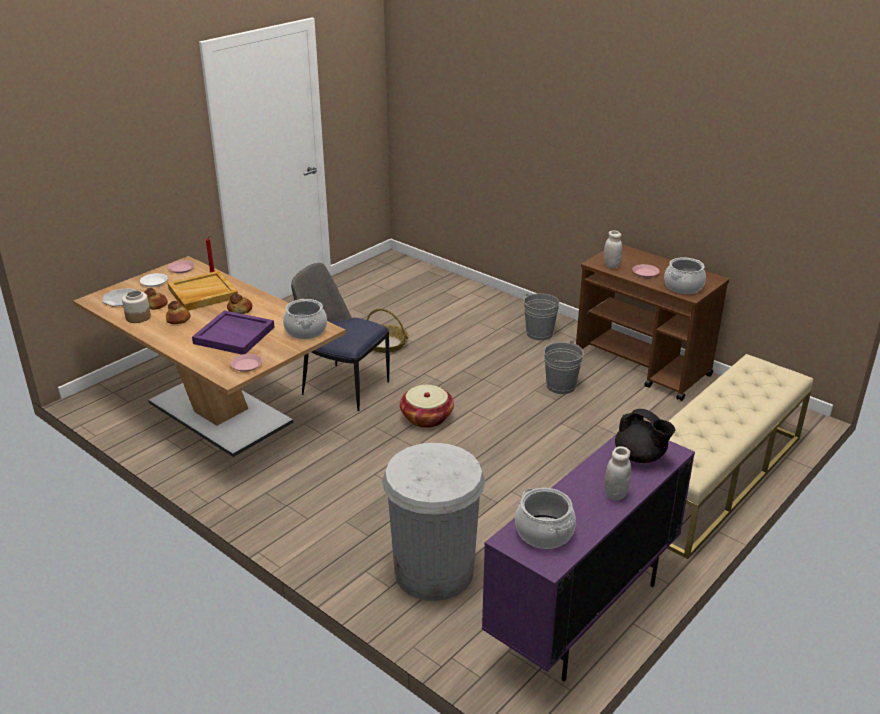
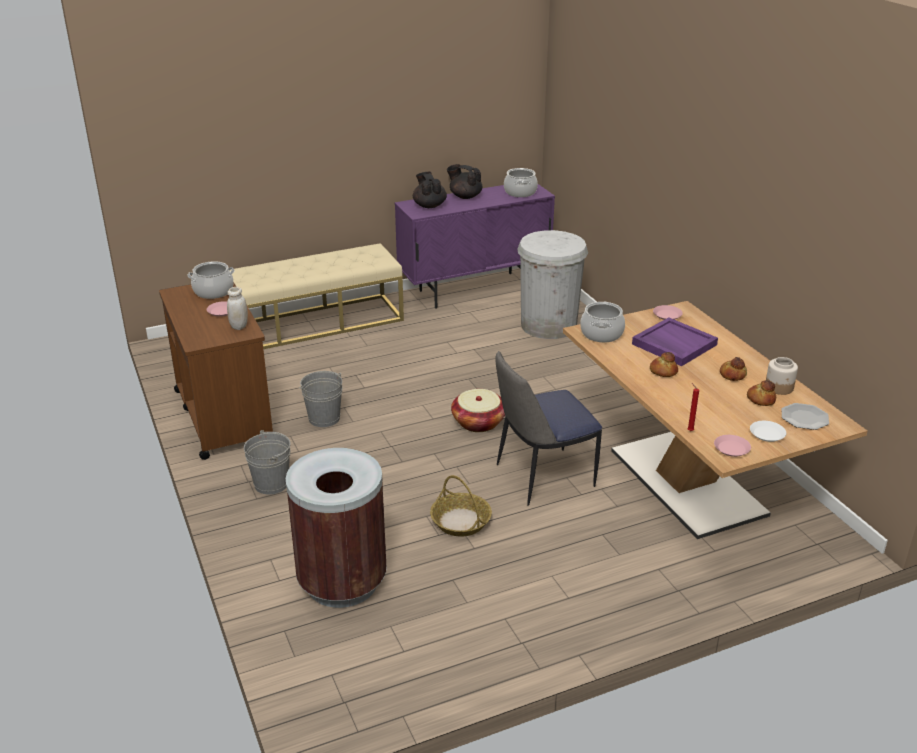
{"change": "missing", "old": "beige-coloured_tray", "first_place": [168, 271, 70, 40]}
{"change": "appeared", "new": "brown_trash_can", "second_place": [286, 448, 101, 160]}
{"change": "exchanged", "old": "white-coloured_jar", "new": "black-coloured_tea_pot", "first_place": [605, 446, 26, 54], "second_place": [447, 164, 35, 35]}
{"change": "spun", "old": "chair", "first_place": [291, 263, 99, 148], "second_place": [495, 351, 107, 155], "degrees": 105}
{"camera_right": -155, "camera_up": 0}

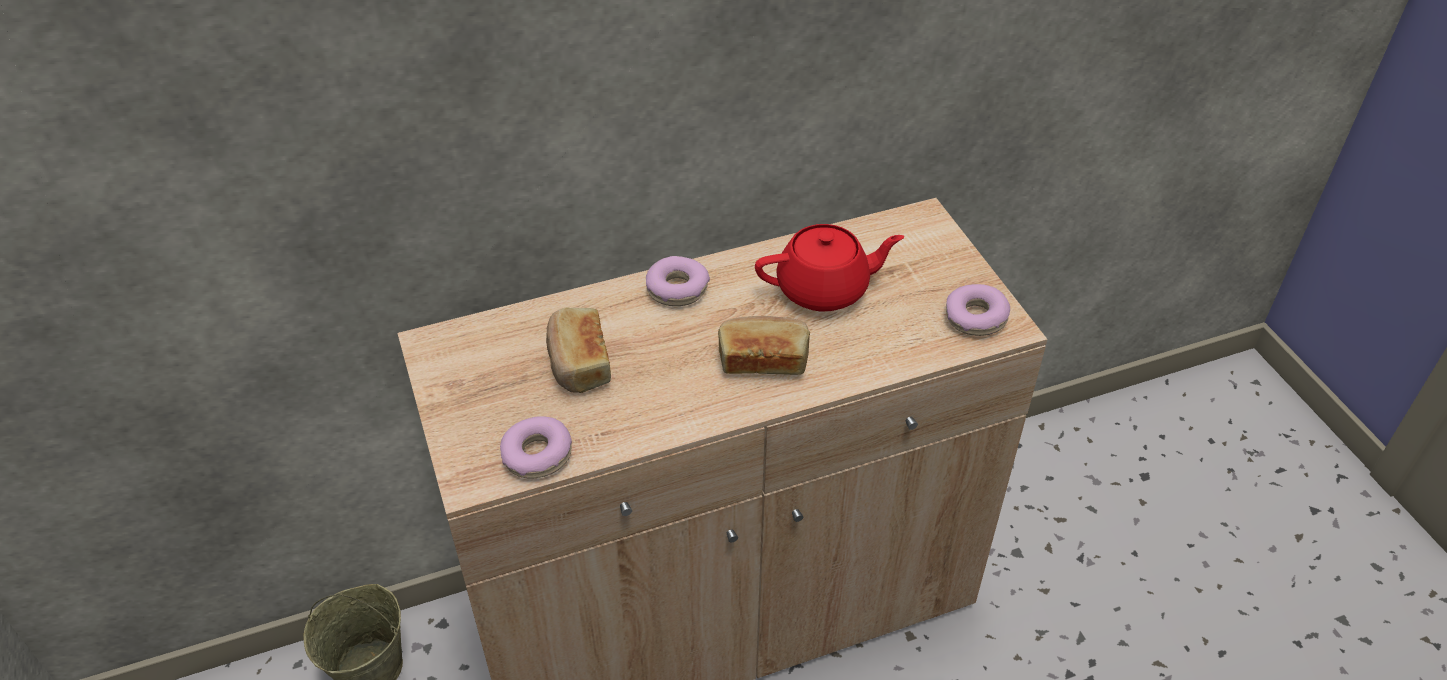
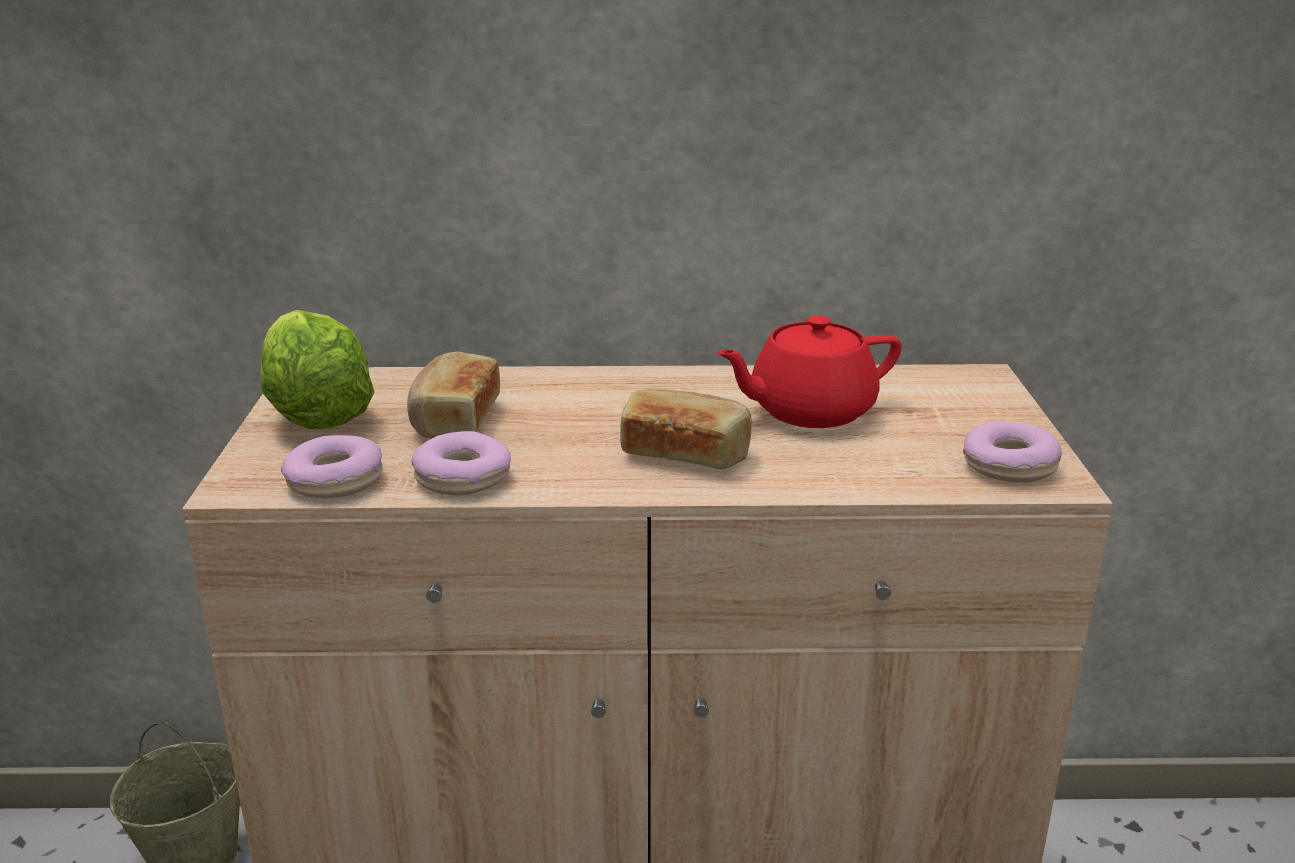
{"change": "appeared", "new": "lettuce", "second_place": [260, 310, 114, 119]}
{"change": "relocated", "old": "donut", "first_place": [646, 256, 64, 50], "second_place": [411, 431, 100, 64]}
{"change": "spun", "old": "reddish_tea_pot", "first_place": [755, 224, 149, 88], "second_place": [716, 315, 186, 113], "degrees": 150}
{"camera_right": 20, "camera_up": -20}

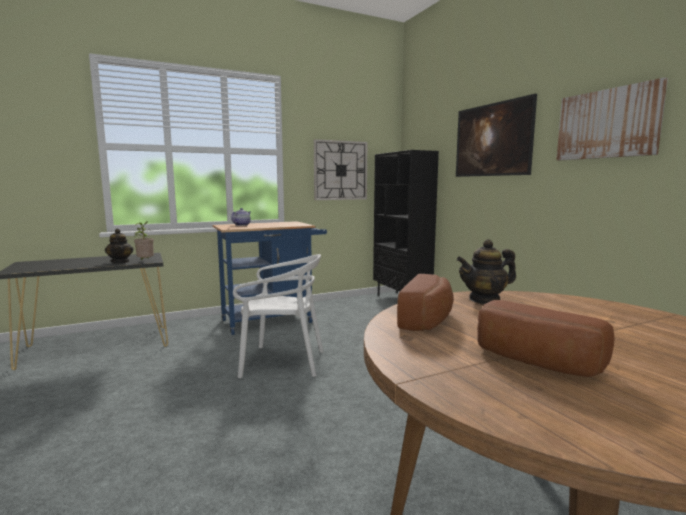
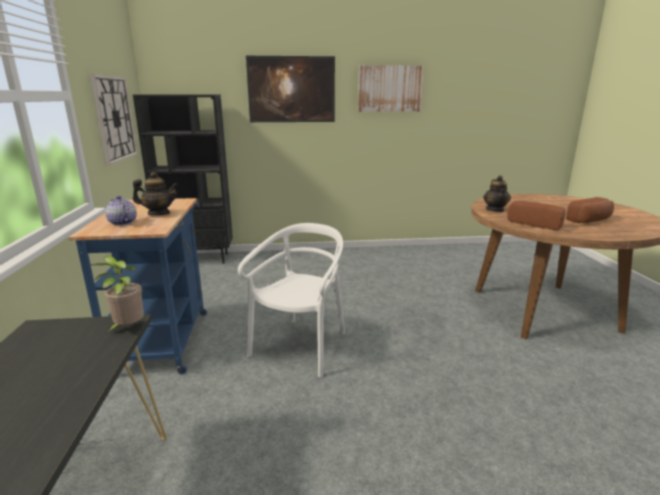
{"change": "relocated", "old": "tea_pot", "first_place": [105, 229, 28, 34], "second_place": [133, 172, 45, 44]}
{"camera_right": -70, "camera_up": 10}

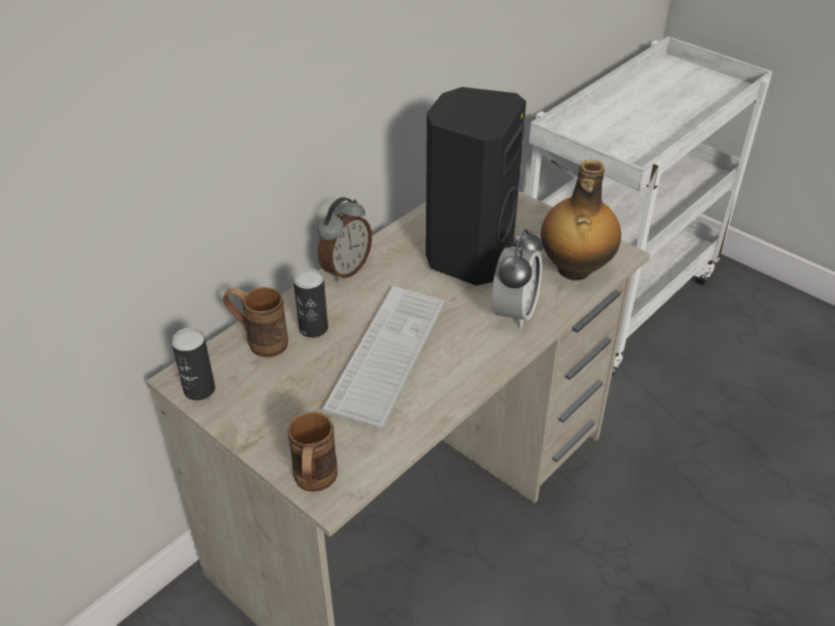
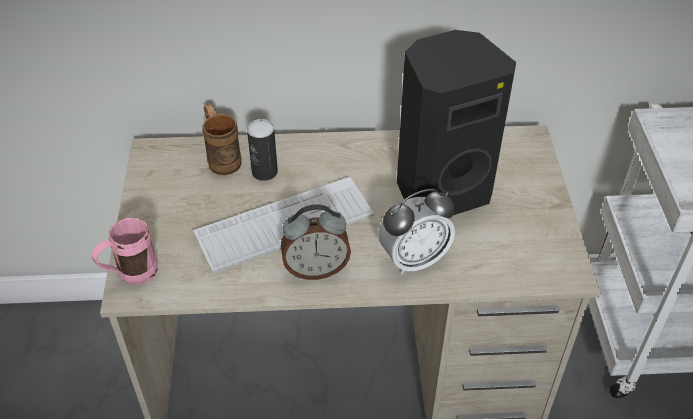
{"change": "missing", "old": "sealed_can", "first_place": [171, 328, 44, 73]}
{"change": "missing", "old": "drink_bottle", "first_place": [541, 160, 80, 121]}
{"change": "relocated", "old": "bedside_clock", "first_place": [317, 197, 55, 85], "second_place": [281, 204, 70, 76]}
{"change": "colour", "old": "brown_mug", "new": "pink-coloured_mug", "first_place": [288, 411, 50, 81], "second_place": [92, 218, 66, 67]}
{"camera_right": 45, "camera_up": 5}

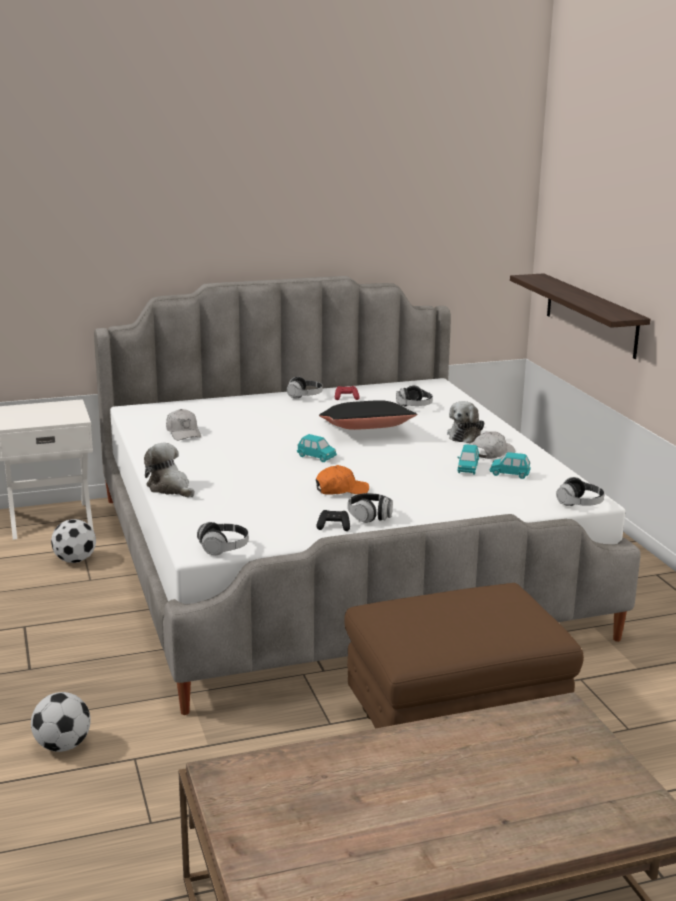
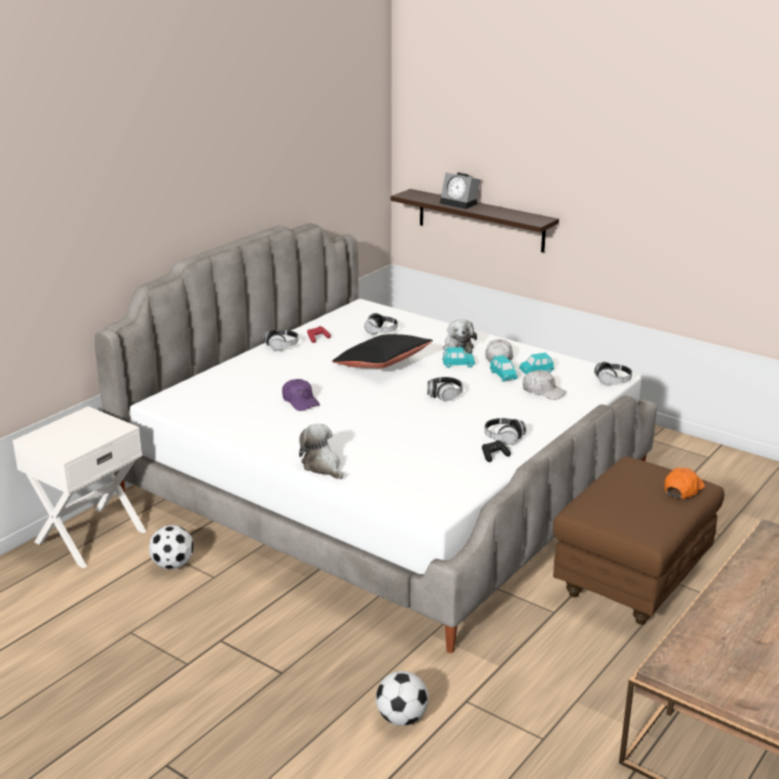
{"change": "appeared", "new": "purplish_peaked_cap", "second_place": [282, 379, 38, 32]}
{"change": "appeared", "new": "bedside_clock", "second_place": [440, 173, 40, 36]}
{"change": "relocated", "old": "white-coloured_peaked_cap", "first_place": [166, 409, 35, 31], "second_place": [523, 370, 43, 30]}
{"change": "relocated", "old": "headphones", "first_place": [197, 522, 52, 33], "second_place": [427, 377, 36, 24]}
{"change": "relocated", "old": "turquoise_toy_car", "first_place": [297, 434, 40, 28], "second_place": [442, 347, 33, 21]}
{"change": "relocated", "old": "orangey_peaked_cap", "first_place": [316, 465, 53, 30], "second_place": [664, 468, 41, 31]}
{"change": "spun", "old": "plush_toy", "first_place": [144, 442, 51, 55], "second_place": [299, 424, 44, 55], "degrees": 45}
{"camera_right": -35, "camera_up": 5}

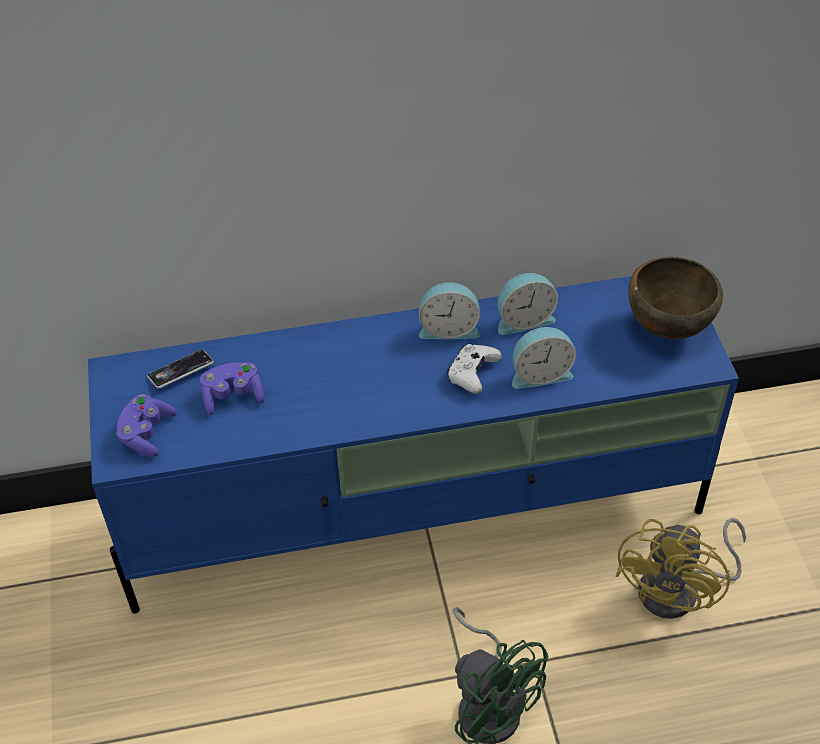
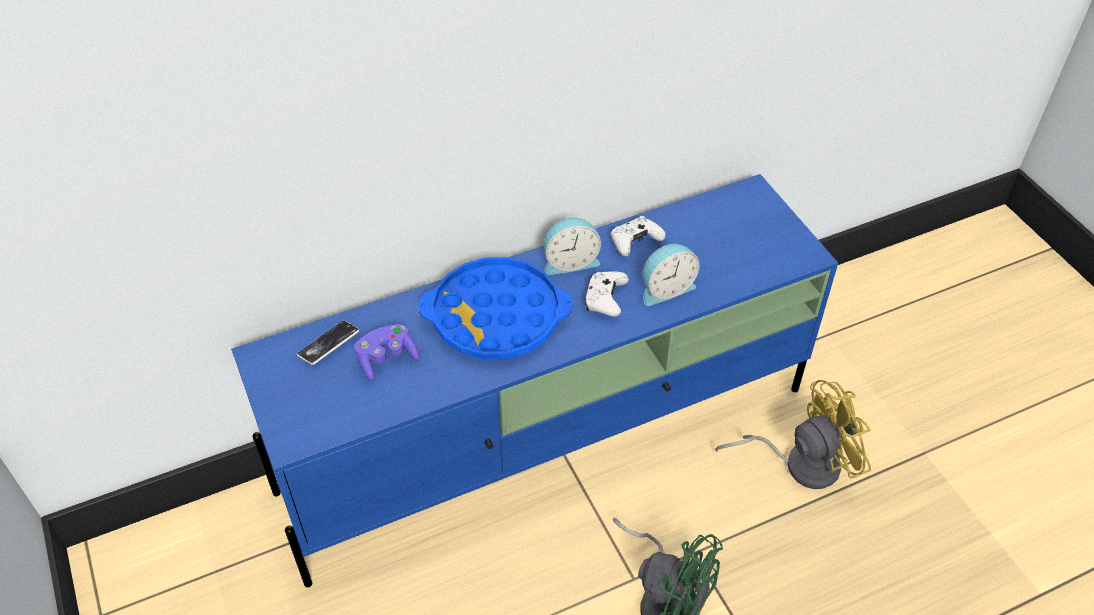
{"change": "missing", "old": "purplish_joypad", "first_place": [116, 394, 60, 63]}
{"change": "missing", "old": "brown_serving_bowl", "first_place": [628, 257, 95, 82]}
{"change": "appeared", "new": "blue-coloured_tray", "second_place": [419, 257, 154, 102]}
{"change": "exchanged", "old": "bedside_clock", "new": "white-coloured_joypad", "first_place": [498, 273, 60, 62], "second_place": [611, 216, 55, 40]}
{"change": "spun", "old": "yellowish_electric_fan", "first_place": [616, 518, 130, 101], "second_place": [715, 380, 156, 109], "degrees": -120}
{"camera_right": -15, "camera_up": 0}

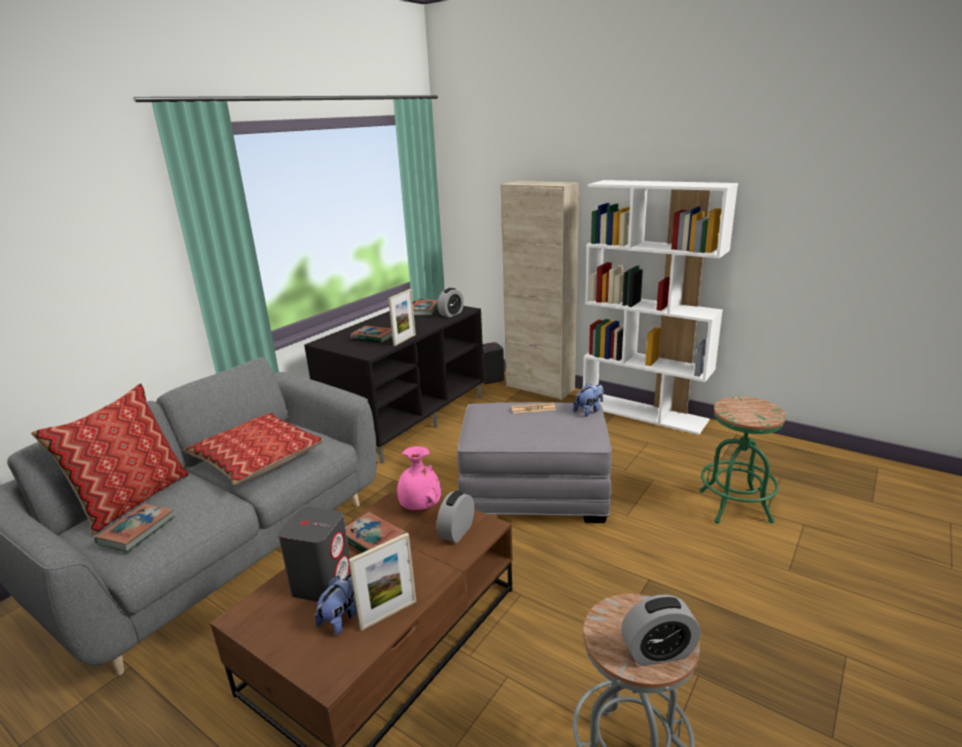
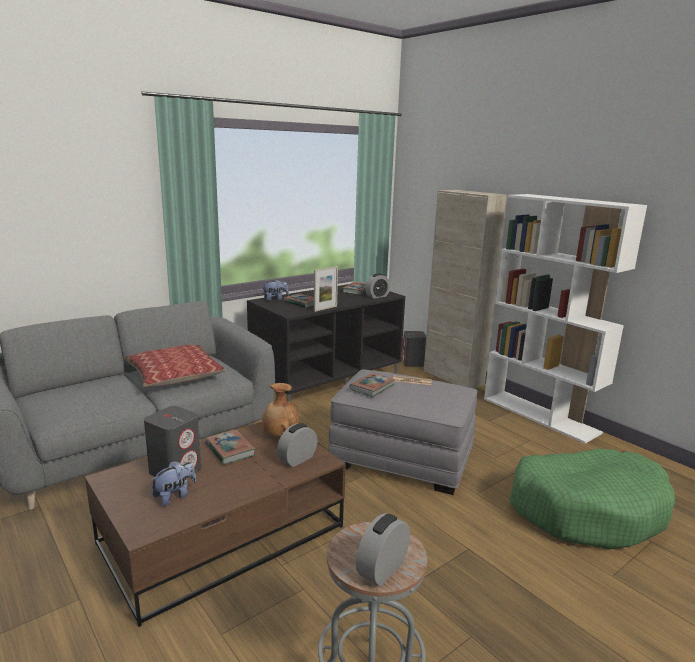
{"change": "missing", "old": "pillow", "first_place": [31, 383, 158, 152]}
{"change": "missing", "old": "picture_frame", "first_place": [349, 533, 67, 98]}
{"change": "relocated", "old": "volume", "first_place": [95, 504, 80, 48], "second_place": [349, 373, 46, 24]}
{"change": "relocated", "old": "plush_toy", "first_place": [573, 383, 31, 34], "second_place": [262, 279, 27, 22]}
{"change": "exchanged", "old": "green-coloured_stool", "new": "green-coloured_dog_bed", "first_place": [699, 397, 87, 127], "second_place": [509, 449, 166, 100]}
{"change": "colour", "old": "pink-coloured_flower_vase", "new": "brown_flower_vase", "first_place": [397, 446, 44, 64], "second_place": [262, 383, 37, 54]}
{"change": "spun", "old": "bedside_clock", "first_place": [621, 595, 80, 71], "second_place": [356, 513, 54, 73], "degrees": 120}
{"camera_right": 15, "camera_up": -5}

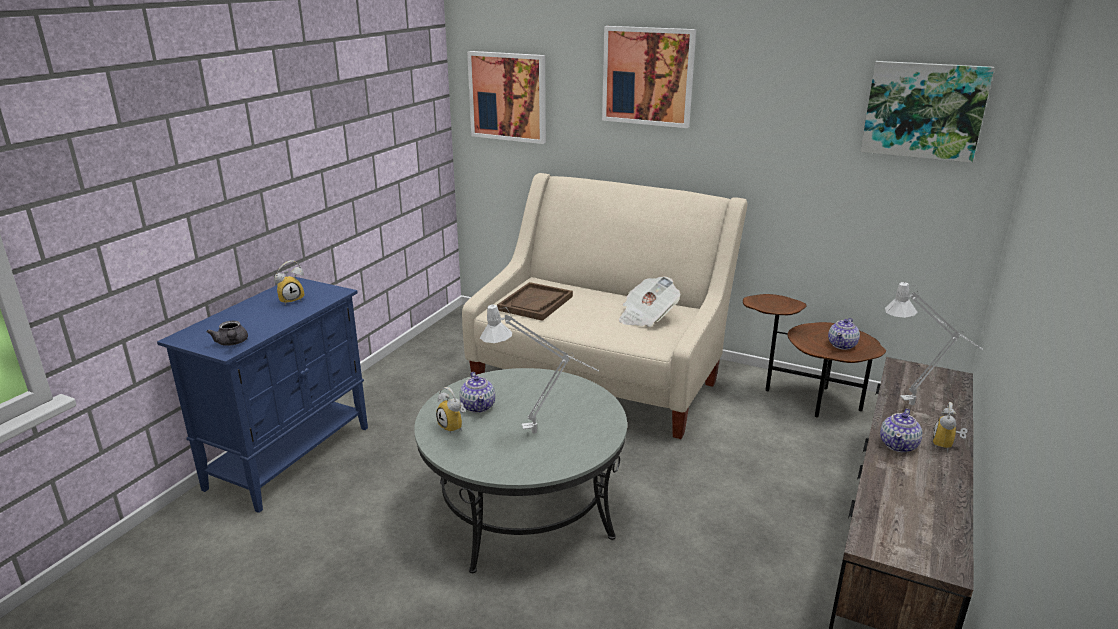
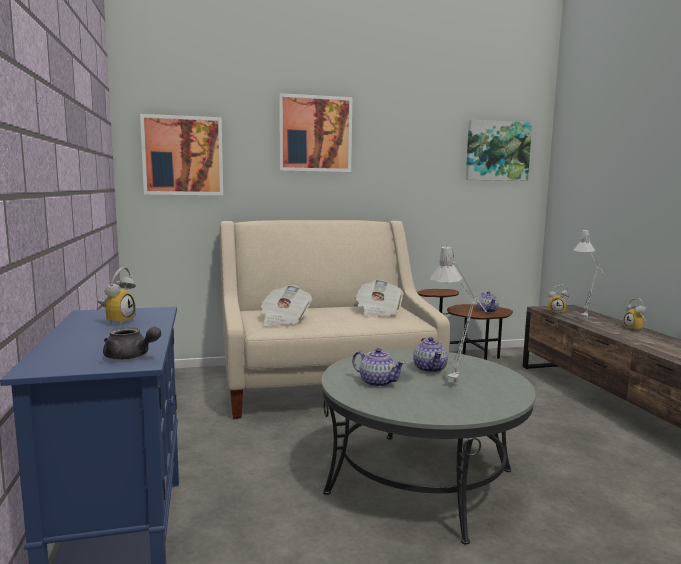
{"change": "relocated", "old": "bedside_clock", "first_place": [436, 387, 30, 47], "second_place": [548, 285, 21, 29]}
{"change": "relocated", "old": "tea_pot", "first_place": [880, 409, 42, 44], "second_place": [413, 337, 35, 36]}
{"change": "exchanged", "old": "brown_tray", "new": "daily_paper", "first_place": [497, 282, 76, 39], "second_place": [260, 285, 52, 42]}
{"camera_right": -40, "camera_up": -15}

